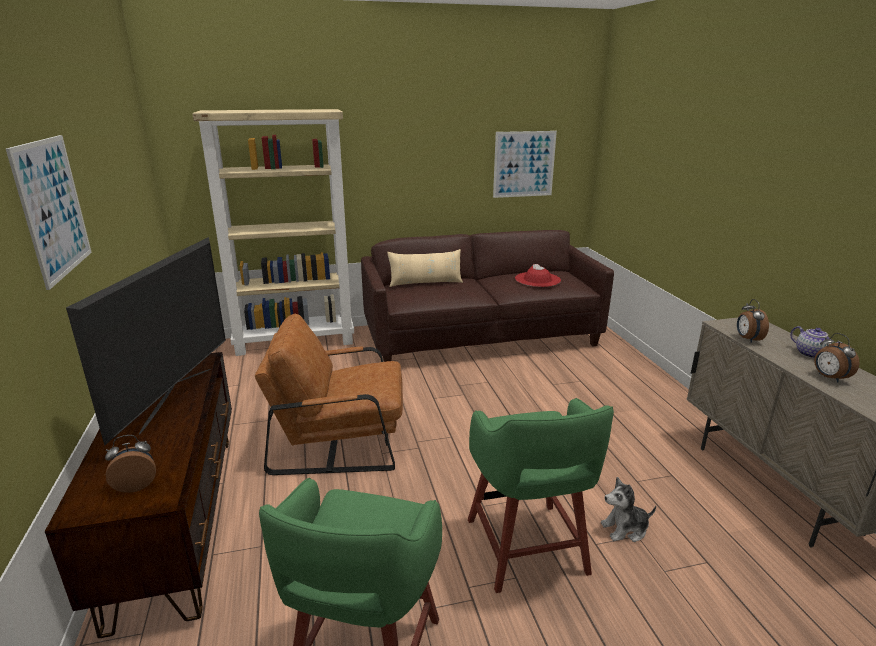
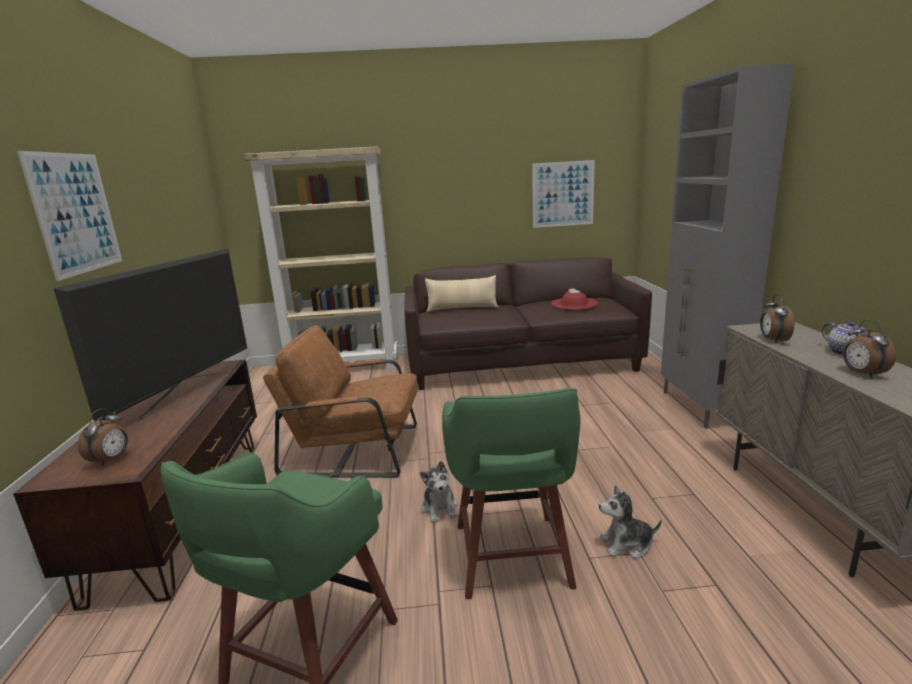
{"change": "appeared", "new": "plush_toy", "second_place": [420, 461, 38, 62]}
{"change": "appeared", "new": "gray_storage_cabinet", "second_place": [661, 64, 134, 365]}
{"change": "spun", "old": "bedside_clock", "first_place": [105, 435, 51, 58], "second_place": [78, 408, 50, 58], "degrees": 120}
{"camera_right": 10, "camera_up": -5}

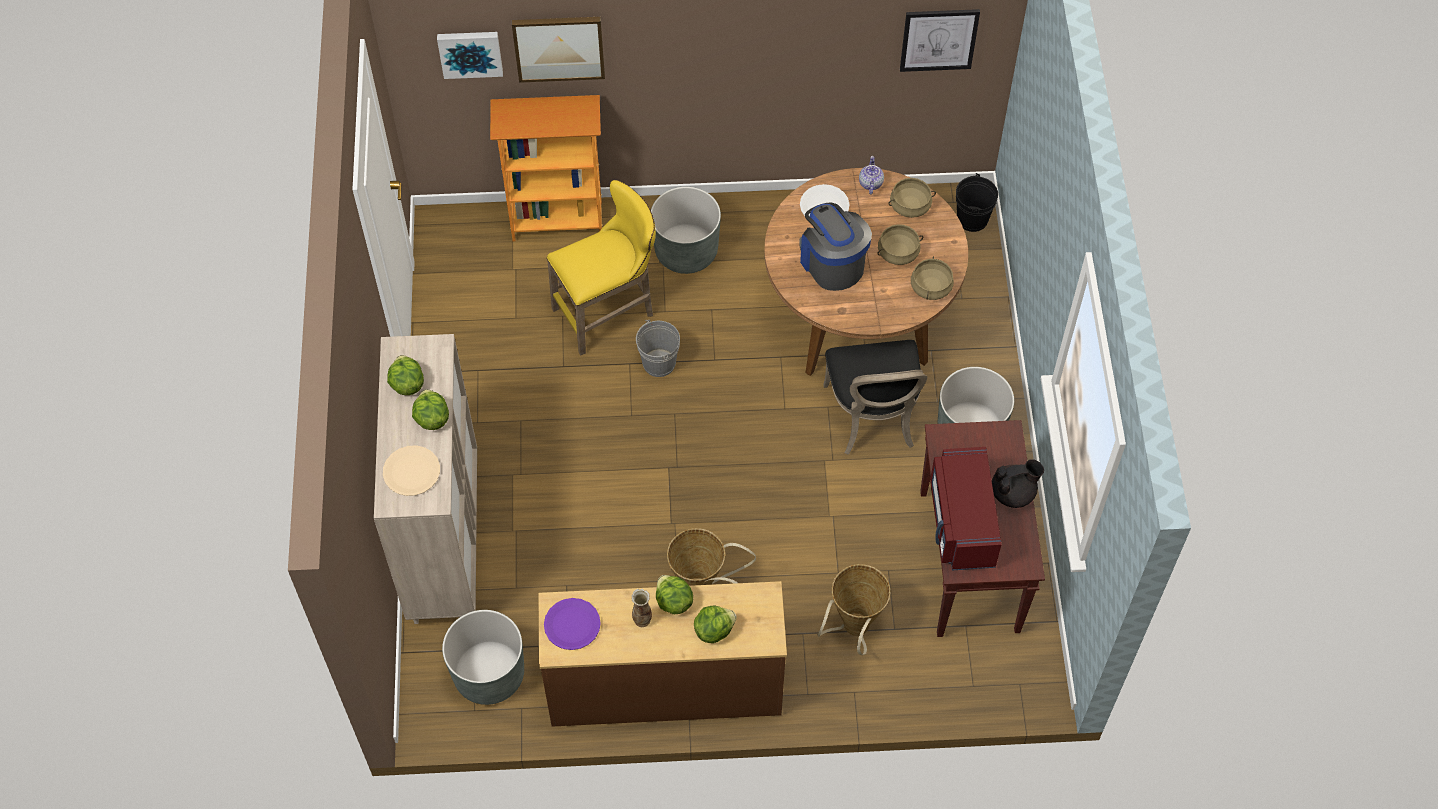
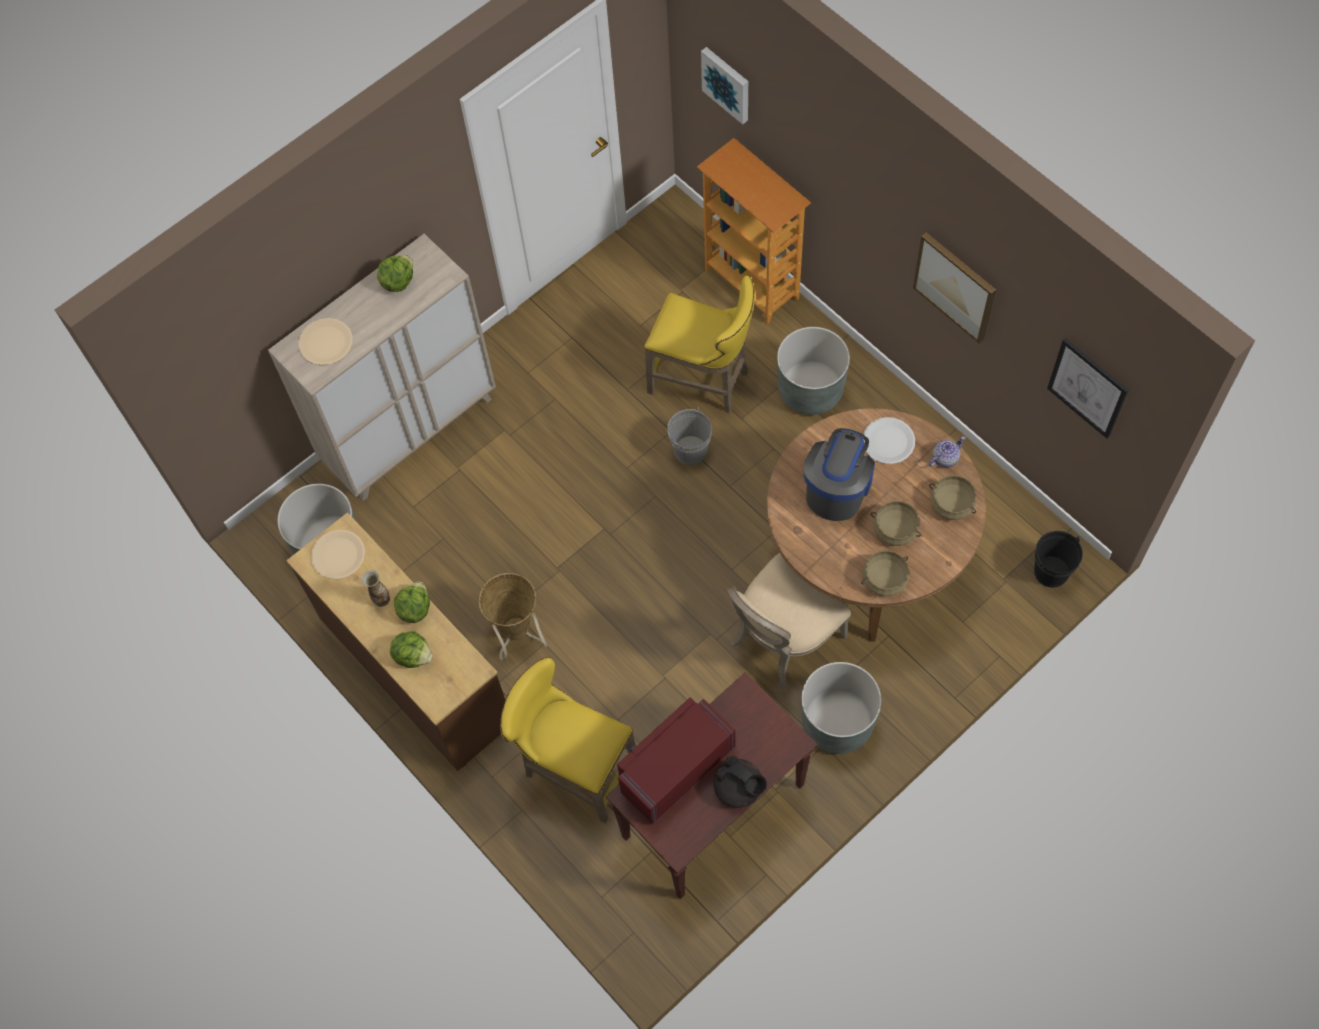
{"change": "missing", "old": "lettuce", "first_place": [412, 389, 37, 41]}
{"change": "relocated", "old": "wall_art", "first_place": [512, 17, 93, 66], "second_place": [913, 232, 83, 111]}
{"change": "exchanged", "old": "storage_basket", "new": "yellowish_stool", "first_place": [817, 564, 74, 91], "second_place": [500, 657, 136, 166]}
{"change": "colour", "old": "purplish_flat_dish", "new": "beige-coloured_flat_dish", "first_place": [544, 598, 57, 52], "second_place": [311, 530, 54, 49]}
{"change": "colour", "old": "black-coloured_chair", "new": "beige-coloured_chair", "first_place": [823, 340, 104, 115], "second_place": [727, 553, 124, 137]}
{"camera_right": 55, "camera_up": 5}

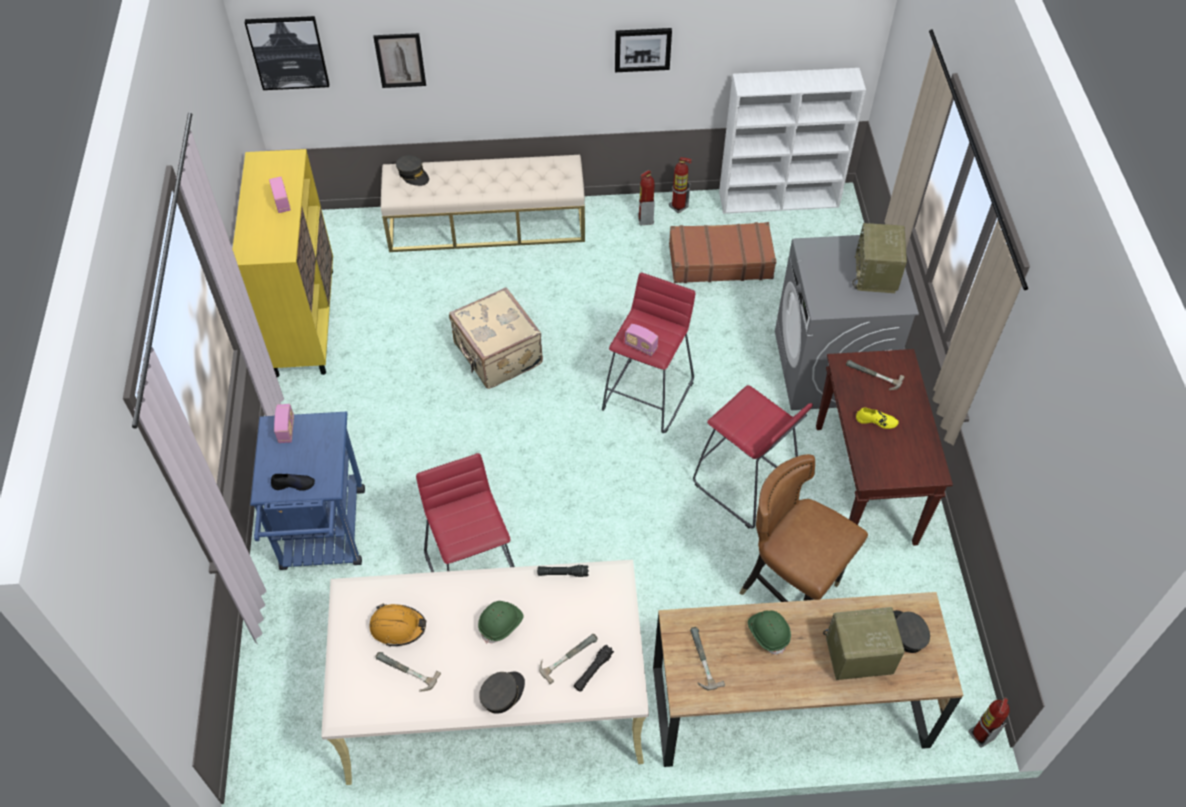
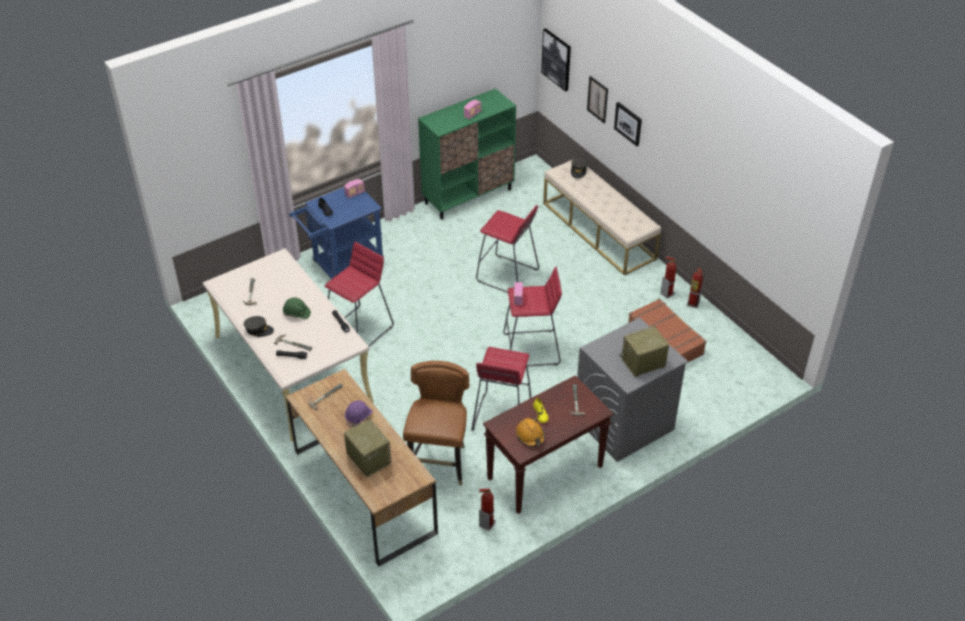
{"change": "missing", "old": "white-coloured_bookcase", "first_place": [719, 68, 147, 146]}
{"change": "missing", "old": "gray_peaked_cap", "first_place": [893, 610, 37, 43]}
{"change": "relocated", "old": "orangey_work_helmet", "first_place": [370, 604, 56, 42], "second_place": [516, 418, 29, 29]}
{"change": "relocated", "old": "wall_art", "first_place": [615, 28, 57, 44], "second_place": [614, 102, 28, 44]}
{"change": "relocated", "old": "fire_extinguisher", "first_place": [969, 697, 41, 51], "second_place": [479, 488, 17, 43]}
{"change": "exchanged", "old": "beige-coloured_travel_case", "new": "reddish_stool", "first_place": [449, 287, 94, 102], "second_place": [476, 205, 63, 88]}
{"change": "colour", "old": "yellowish_storage_cabinet", "new": "green-coloured_storage_cabinet", "first_place": [232, 149, 101, 228], "second_place": [418, 88, 98, 132]}
{"change": "colour", "old": "green-coloured_work_helmet", "new": "purplish_work_helmet", "first_place": [748, 611, 43, 44], "second_place": [345, 401, 27, 26]}
{"camera_right": 60, "camera_up": -10}

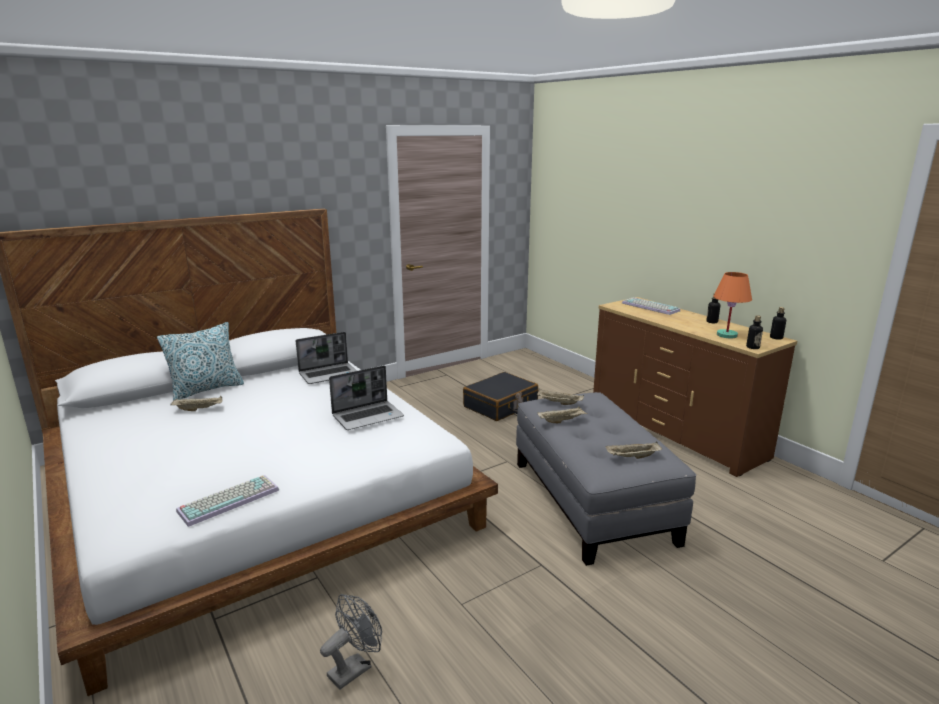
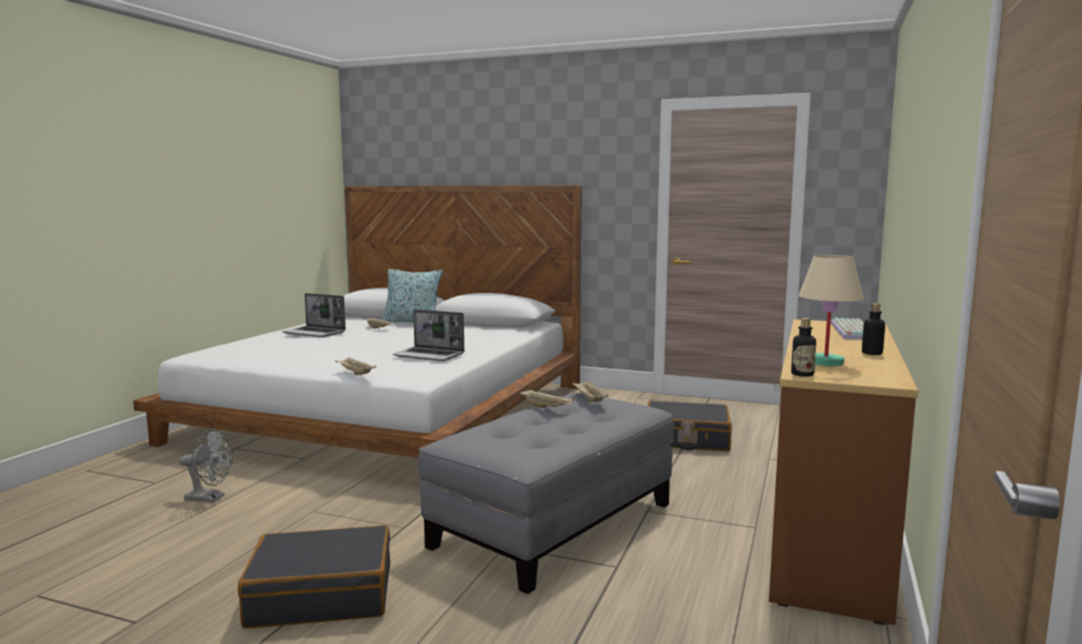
{"change": "missing", "old": "keyboard", "first_place": [176, 475, 103, 52]}
{"change": "missing", "old": "drink_bottle", "first_place": [770, 307, 16, 33]}
{"change": "appeared", "new": "black-coloured_travel_case", "second_place": [238, 525, 152, 103]}
{"change": "relocated", "old": "notebook_computer", "first_place": [296, 332, 60, 52], "second_place": [282, 293, 64, 44]}
{"change": "relocated", "old": "beige-coloured_tray", "first_place": [605, 442, 57, 17], "second_place": [336, 358, 40, 17]}
{"change": "colour", "old": "orangey_lamp_for_a_table", "new": "beige-coloured_lamp_for_a_table", "first_place": [714, 272, 38, 66], "second_place": [798, 255, 66, 111]}
{"camera_right": 55, "camera_up": -10}

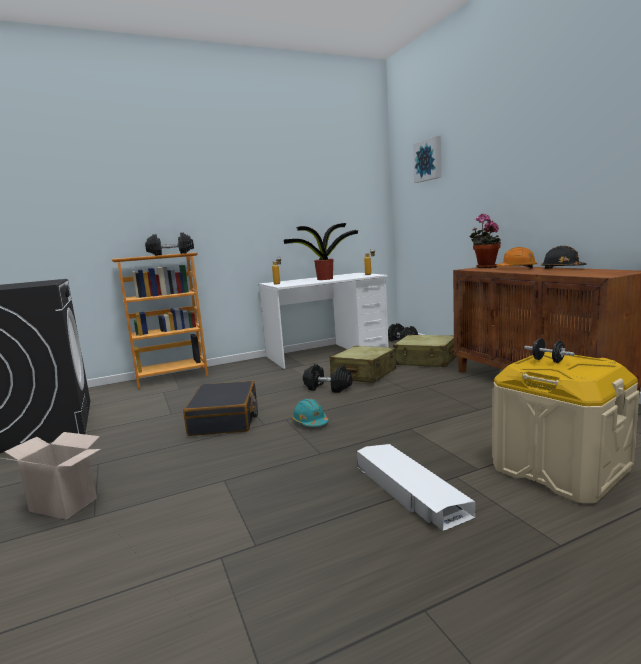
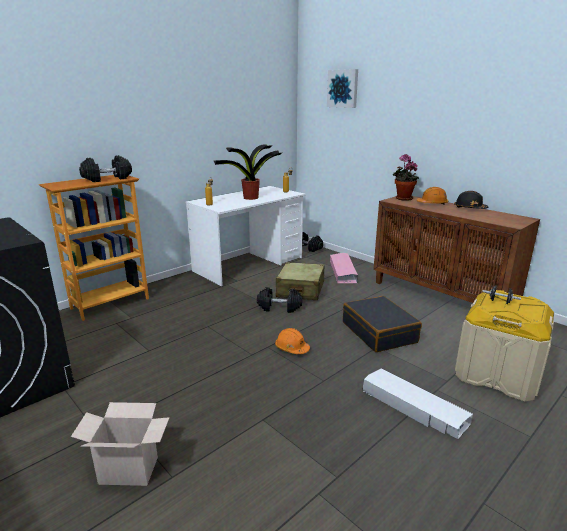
{"change": "relocated", "old": "black-coloured_travel_case", "first_place": [183, 381, 75, 55], "second_place": [343, 296, 79, 56]}
{"change": "exchanged", "old": "beige-coloured_travel_case", "new": "pink-coloured_storage_box", "first_place": [393, 335, 63, 32], "second_place": [330, 253, 28, 30]}
{"change": "colour", "old": "turquoise_work_helmet", "new": "orangey_work_helmet", "first_place": [292, 399, 37, 28], "second_place": [275, 328, 35, 26]}
{"camera_right": -20, "camera_up": 10}

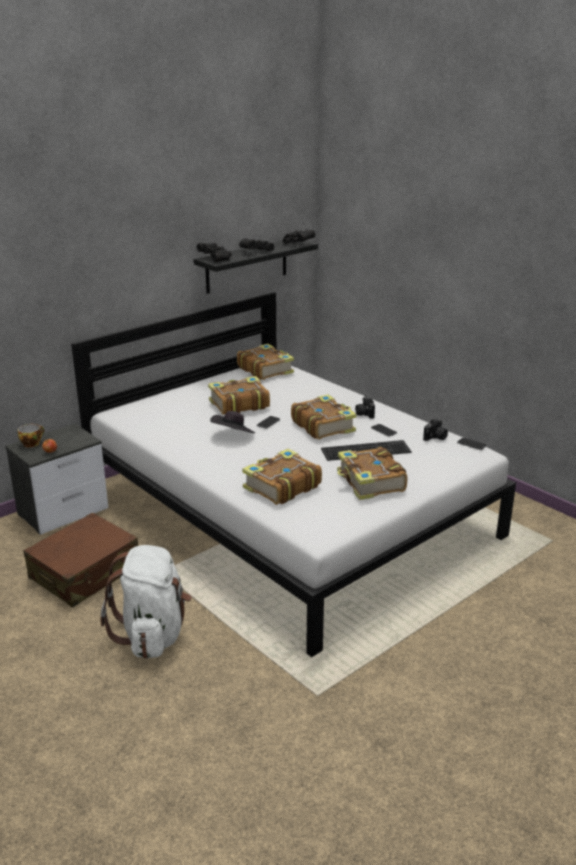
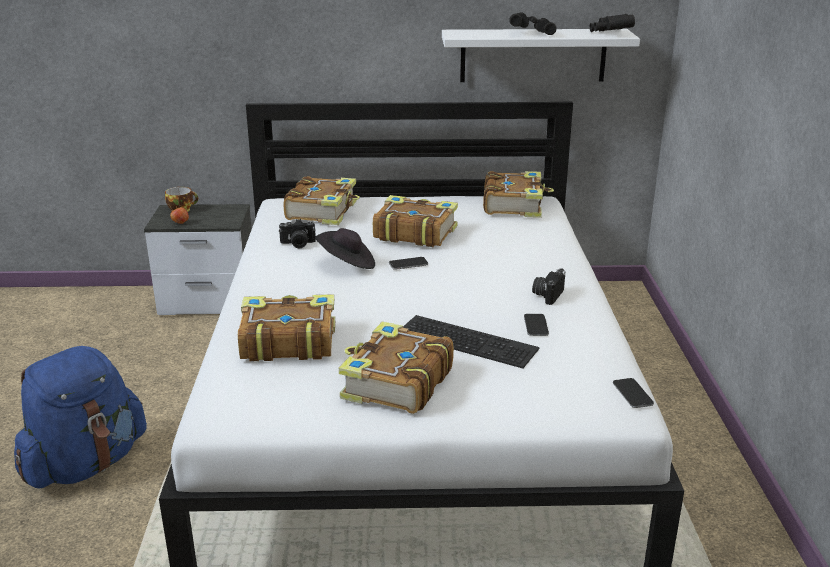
{"change": "missing", "old": "brown_travel_case", "first_place": [23, 513, 115, 94]}
{"change": "missing", "old": "black-coloured_field_glasses", "first_place": [197, 243, 35, 19]}
{"change": "relocated", "old": "volume", "first_place": [291, 394, 66, 45], "second_place": [284, 176, 76, 49]}
{"change": "relocated", "old": "photo_camera", "first_place": [423, 419, 25, 22], "second_place": [279, 219, 37, 29]}
{"change": "colour", "old": "white-coloured_knapsack", "new": "blue-coloured_knapsack", "first_place": [100, 545, 92, 114], "second_place": [14, 346, 133, 142]}
{"change": "colour", "old": "black-coloured_bracket_shelf", "new": "white-coloured_bracket_shelf", "first_place": [193, 241, 125, 53], "second_place": [442, 29, 198, 53]}
{"camera_right": 40, "camera_up": 0}

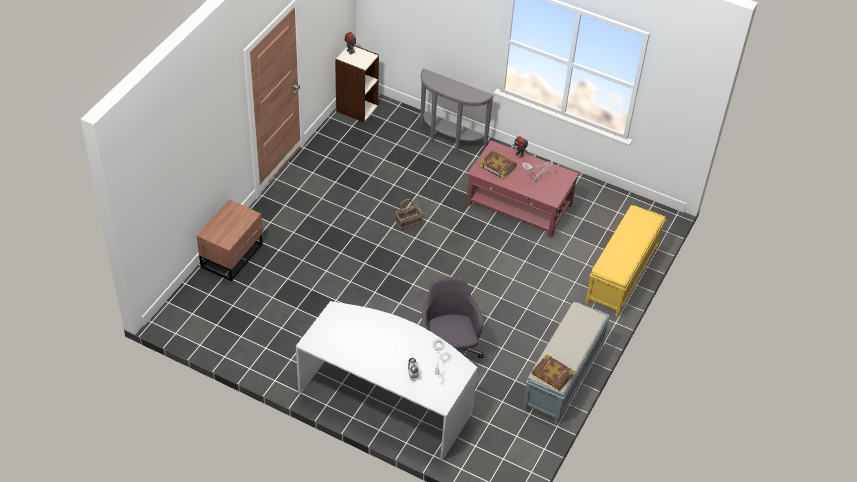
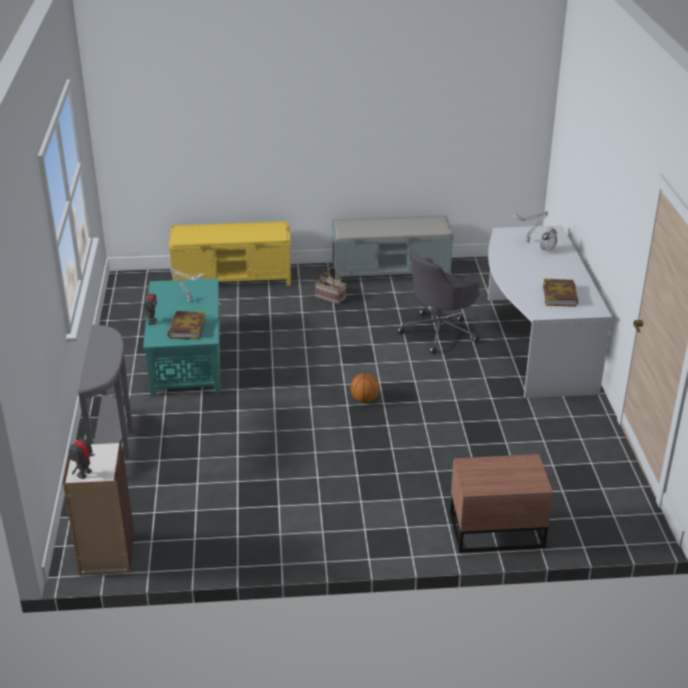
{"change": "appeared", "new": "basketball", "second_place": [350, 373, 29, 30]}
{"change": "relocated", "old": "storage_basket", "first_place": [396, 199, 27, 31], "second_place": [315, 267, 31, 37]}
{"change": "relocated", "old": "volume", "first_place": [532, 354, 42, 37], "second_place": [543, 279, 35, 28]}
{"change": "colour", "old": "reddish_coffee_table", "new": "turquoise_coffee_table", "first_place": [466, 141, 113, 97], "second_place": [143, 278, 78, 119]}
{"camera_right": -120, "camera_up": -15}

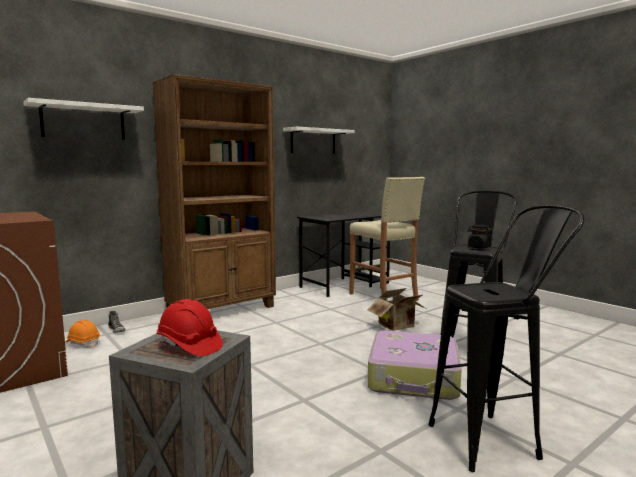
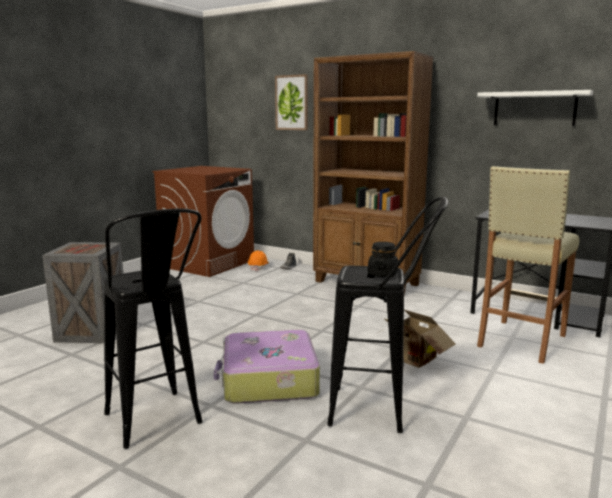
{"change": "missing", "old": "reddish_work_helmet", "first_place": [157, 299, 66, 57]}
{"change": "exchanged", "old": "white-coloured_bracket_shelf", "new": "wall_art", "first_place": [23, 98, 121, 42], "second_place": [275, 74, 33, 56]}
{"camera_right": 70, "camera_up": 5}

